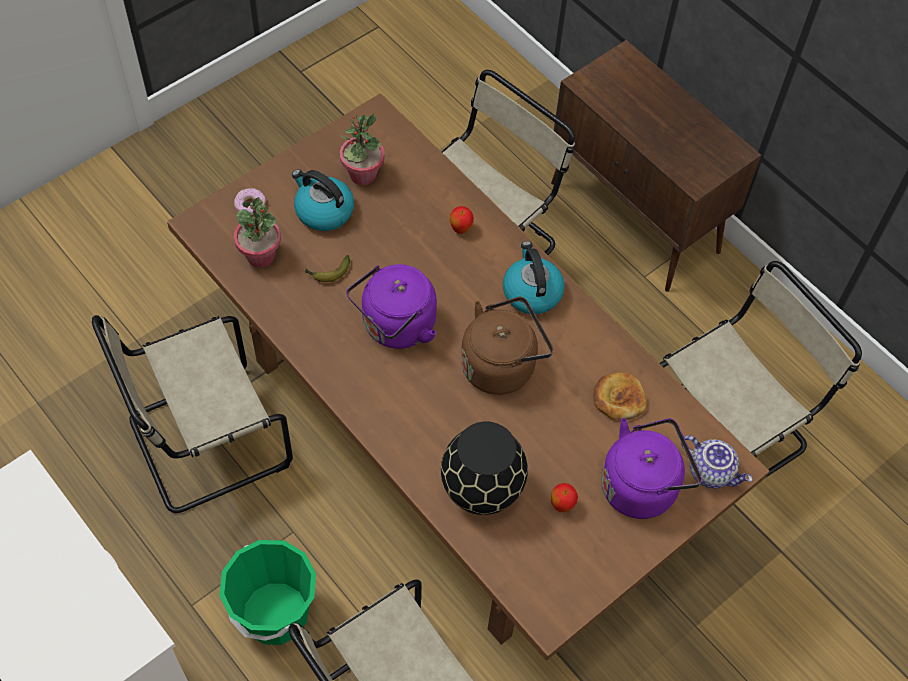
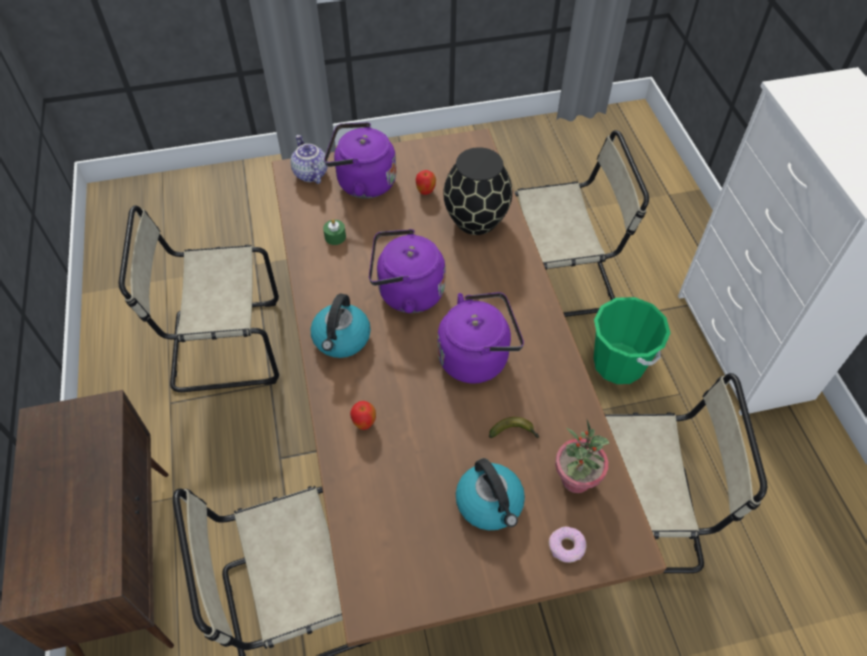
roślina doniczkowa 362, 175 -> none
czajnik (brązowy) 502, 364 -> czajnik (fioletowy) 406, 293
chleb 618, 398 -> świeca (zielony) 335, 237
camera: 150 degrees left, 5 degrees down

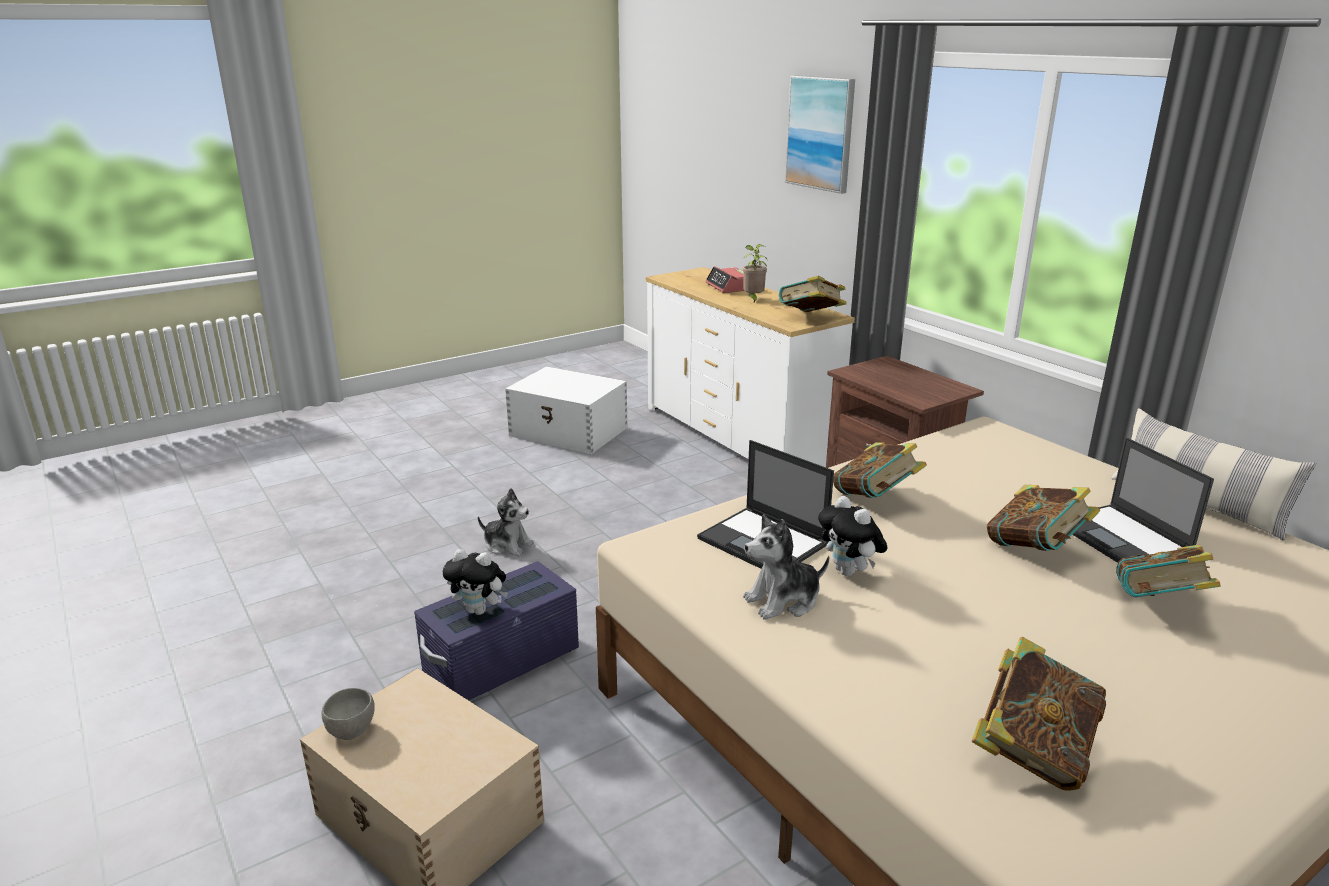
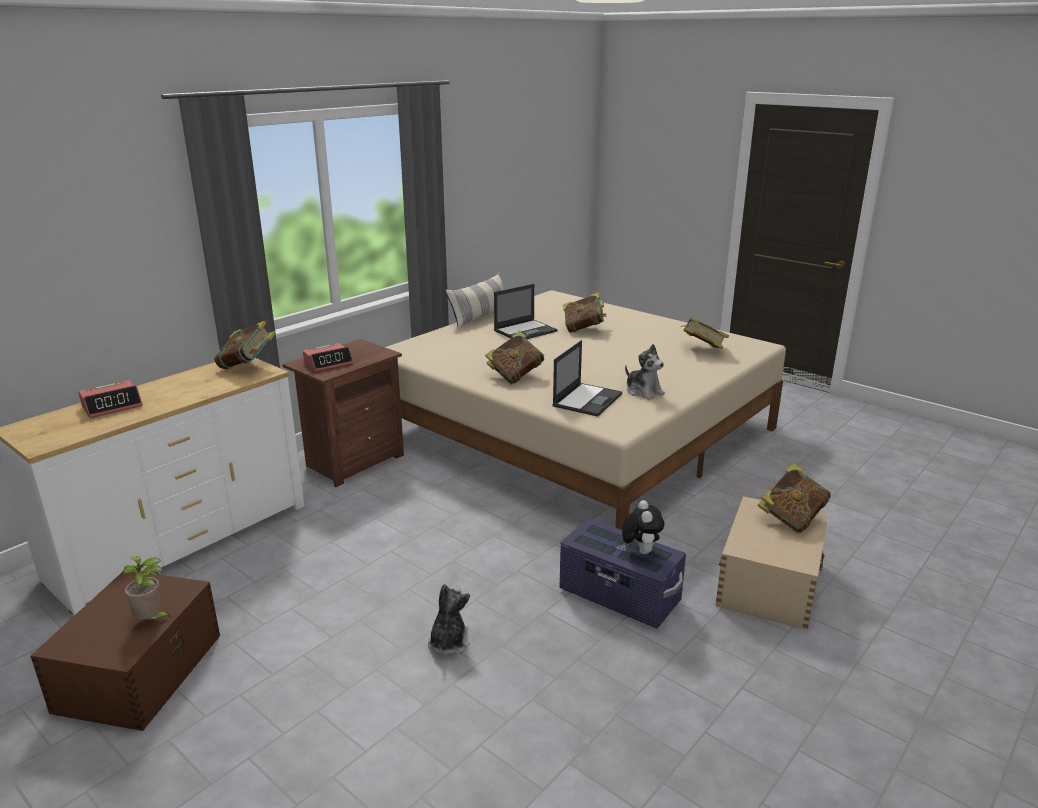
miska (szary) 350, 730 -> none
pojemnik do przechowywania (biały) 569, 432 -> pojemnik do przechowywania (brązowy) 141, 671
roślina doniczkowa 753, 299 -> roślina doniczkowa 152, 620, relocated
obraz 820, 133 -> none
pluszak 849, 572 -> none
książka 1035, 549 -> książka 791, 518, relocated
none -> budzik 328, 363
camera: 105 degrees left, 0 degrees up

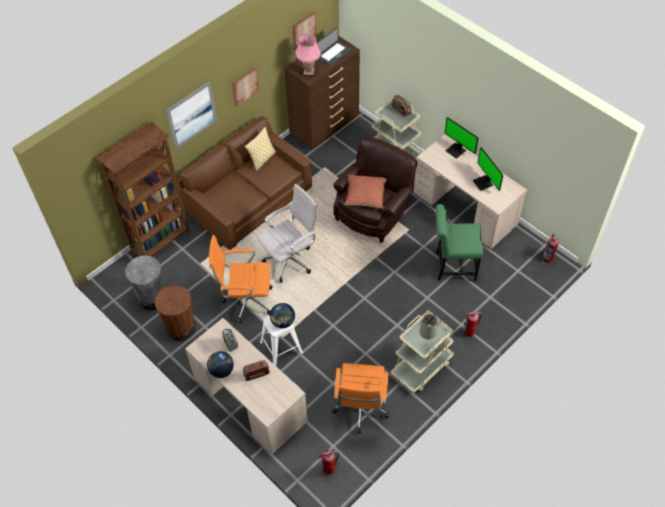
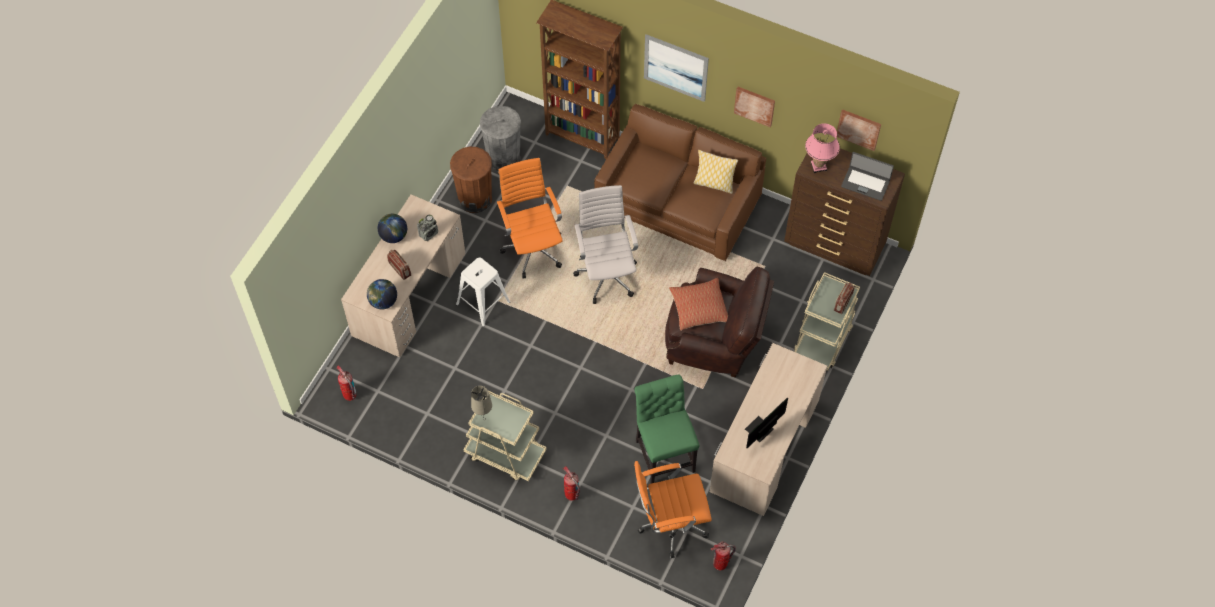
krzesło biurowe (biały) 291, 260 -> krzesło biurowe (biały) 606, 274, 135 degrees counterclockwise
globus 283, 322 -> globus 383, 302, relocated
krzesło biurowe (pomarańczowy) 360, 409 -> krzesło biurowe (pomarańczowy) 669, 525, relocated
monitor 456, 150 -> none
camera: 70 degrees right, 5 degrees up

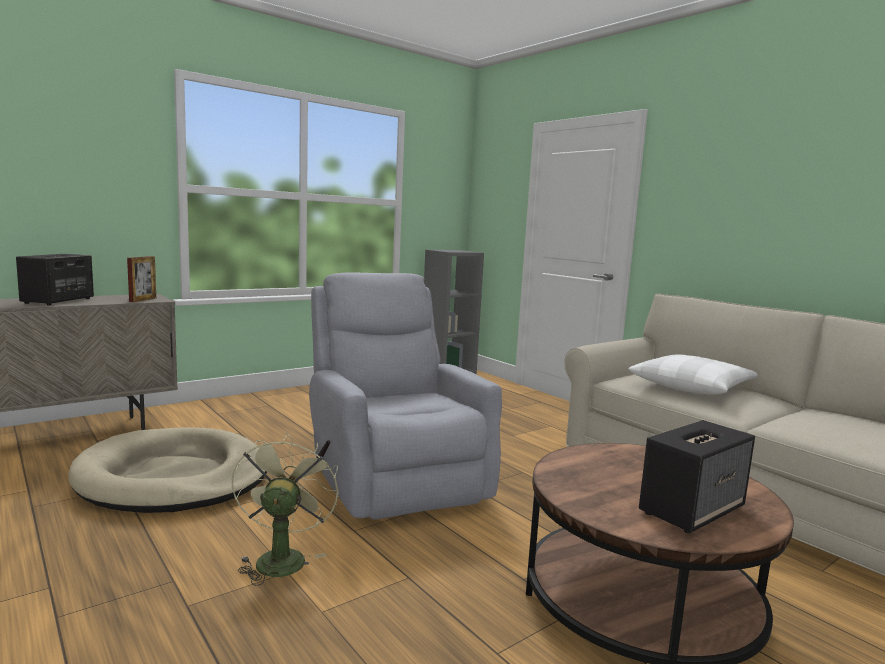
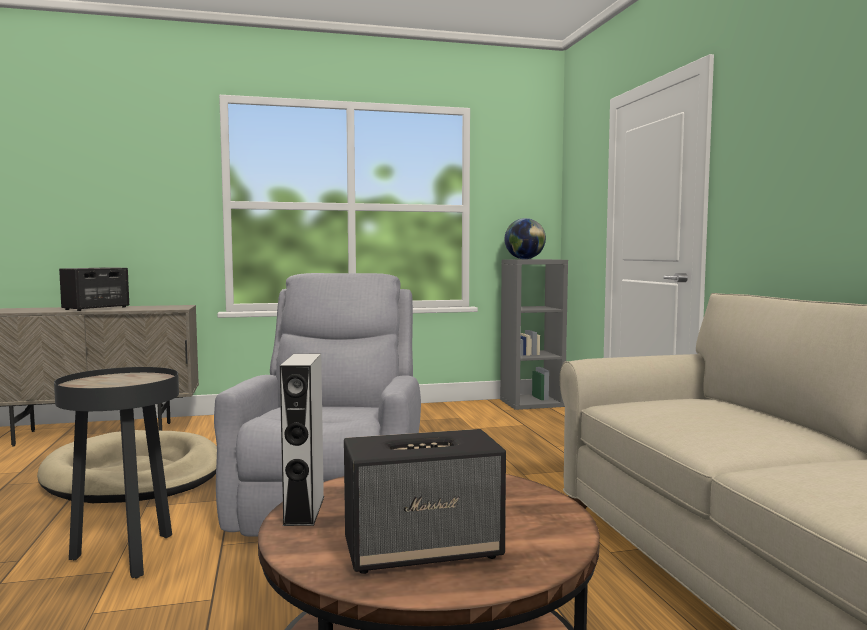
ramka na zdjęcie 143, 300 -> none
wentylator (zielony) 281, 557 -> stolik (czarny) 126, 557
poduszka (biały) 692, 386 -> none
none -> głośnik (szary) 304, 510
none -> globus 524, 259
camera: 25 degrees right, 5 degrees down

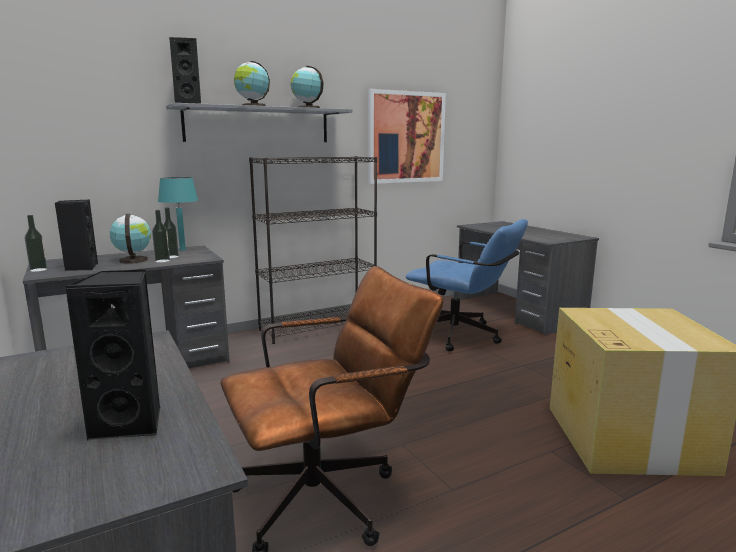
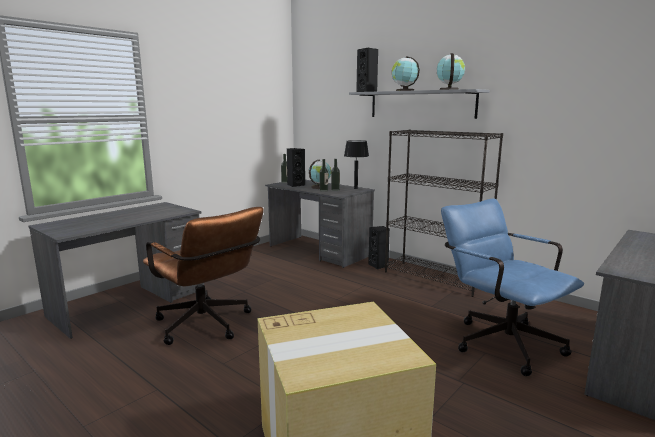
głośnik (czarny) 131, 423 -> głośnik (czarny) 379, 266, relocated
lampa stołowa (turkusowy) 182, 250 -> lampa stołowa (czarny) 355, 188
obraz 406, 137 -> none
krzesło biurowe (niebieski) 462, 337 -> krzesło biurowe (niebieski) 499, 340, 135 degrees clockwise
camera: 70 degrees right, 0 degrees up

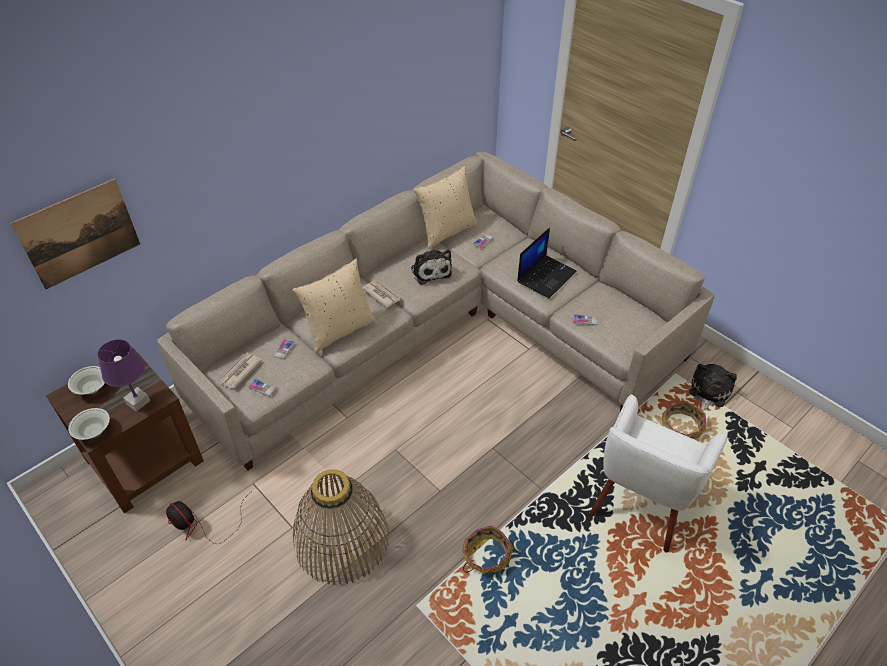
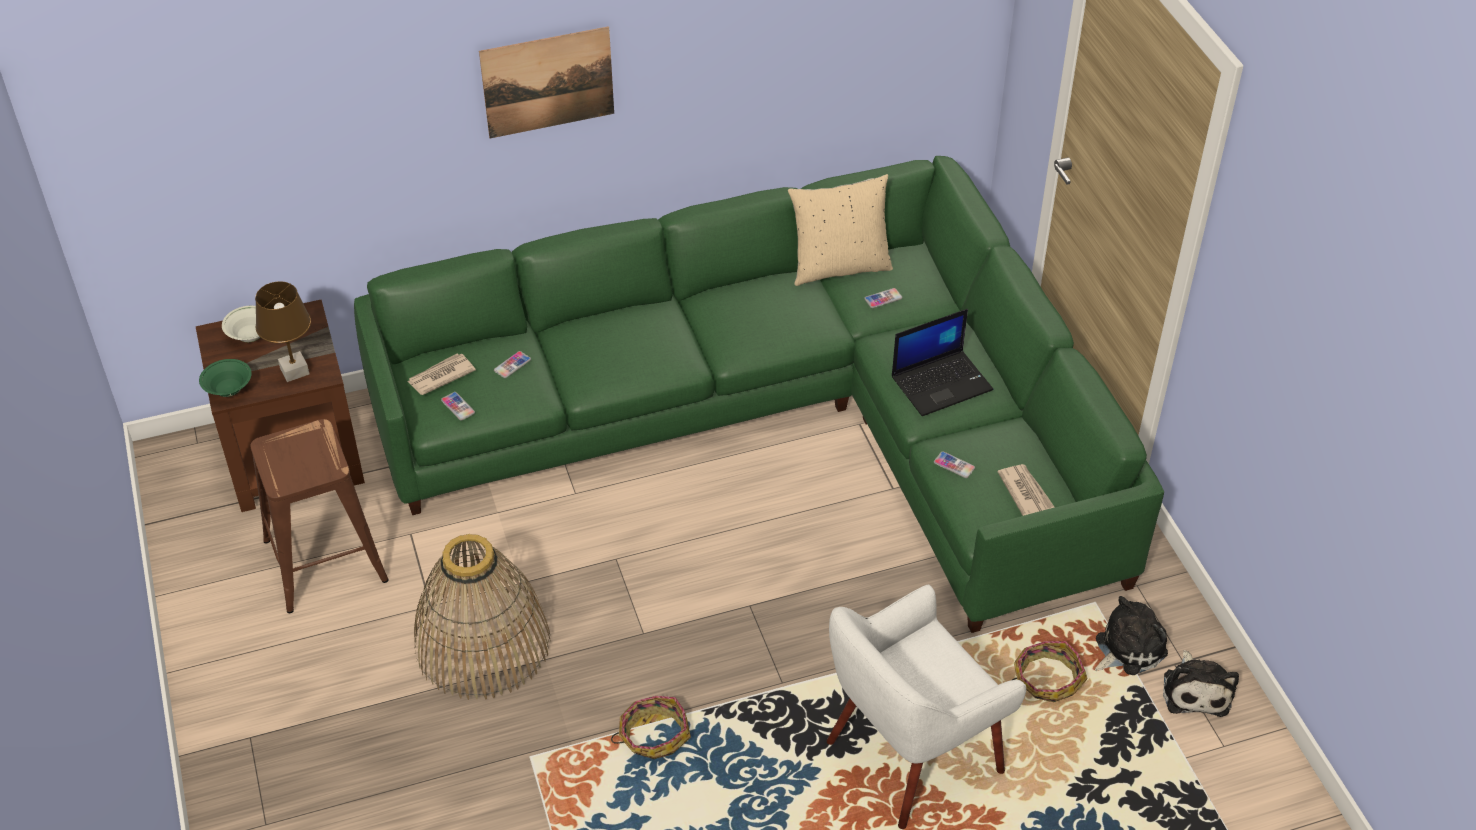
obraz 79, 233 -> obraz 548, 82, relocated
miska (biały) 94, 432 -> miska (zielony) 229, 390
lampa stołowa (fioletowy) 138, 402 -> lampa stołowa (brązowy) 294, 372
kanapa (beżowy) 445, 331 -> kanapa (zielony) 784, 421
wentylator 201, 525 -> stołek (brązowy) 324, 560
poduszka (beżowy) 339, 330 -> none
gazeta 381, 294 -> gazeta 1025, 492, relocated
pluszak 430, 270 -> pluszak 1196, 690, relocated
camera: 25 degrees right, 0 degrees up

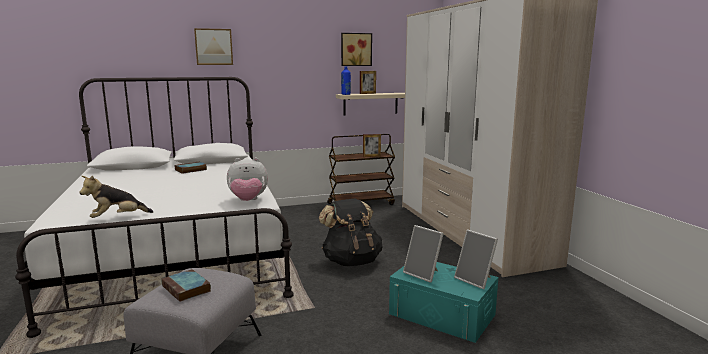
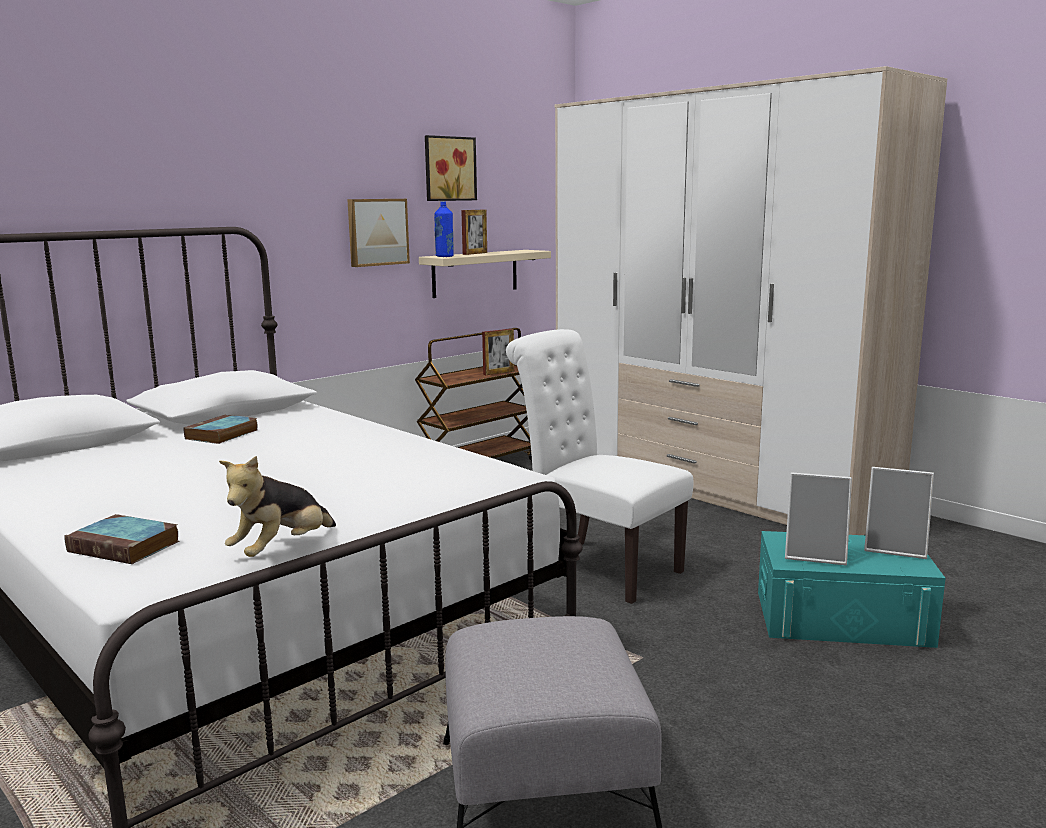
książka 187, 289 -> książka 126, 546, relocated
obraz 213, 47 -> obraz 377, 232, relocated
pluszak 248, 201 -> none
plecak (czarny) 351, 261 -> krzesło (biały) 596, 567
camera: 25 degrees left, 0 degrees up

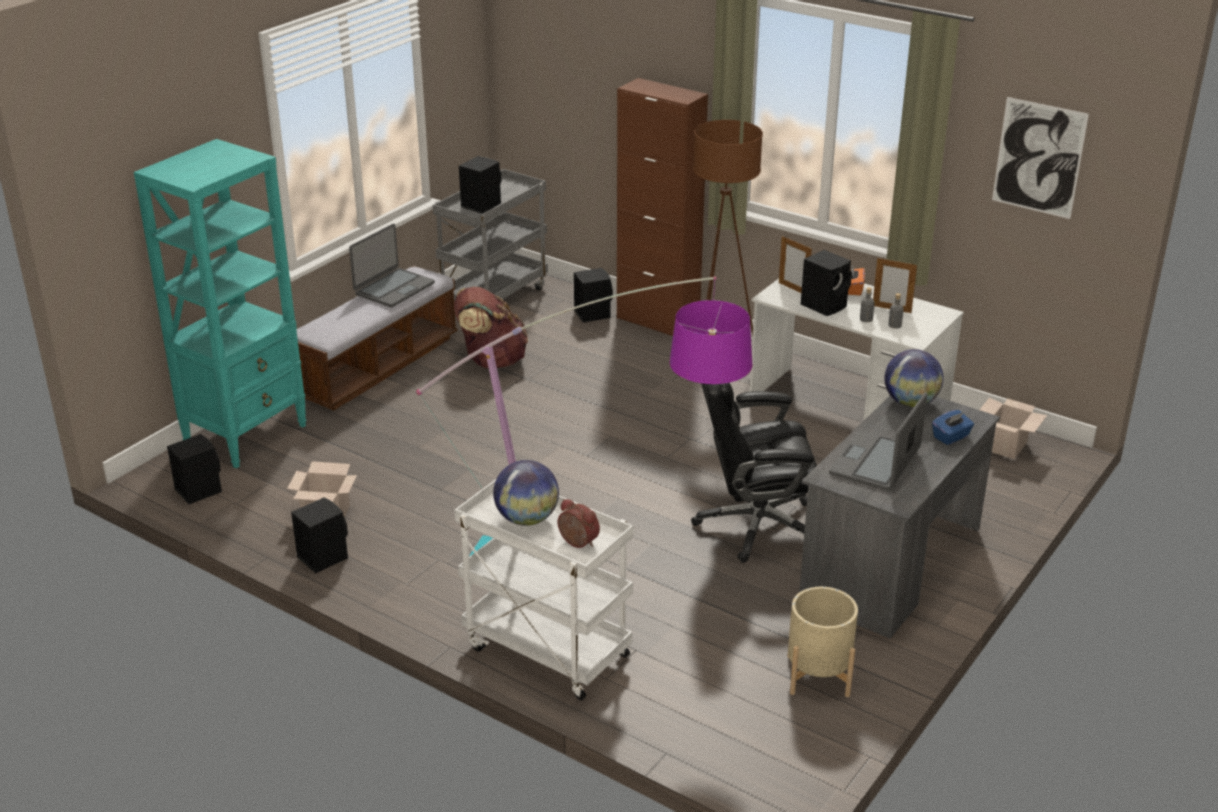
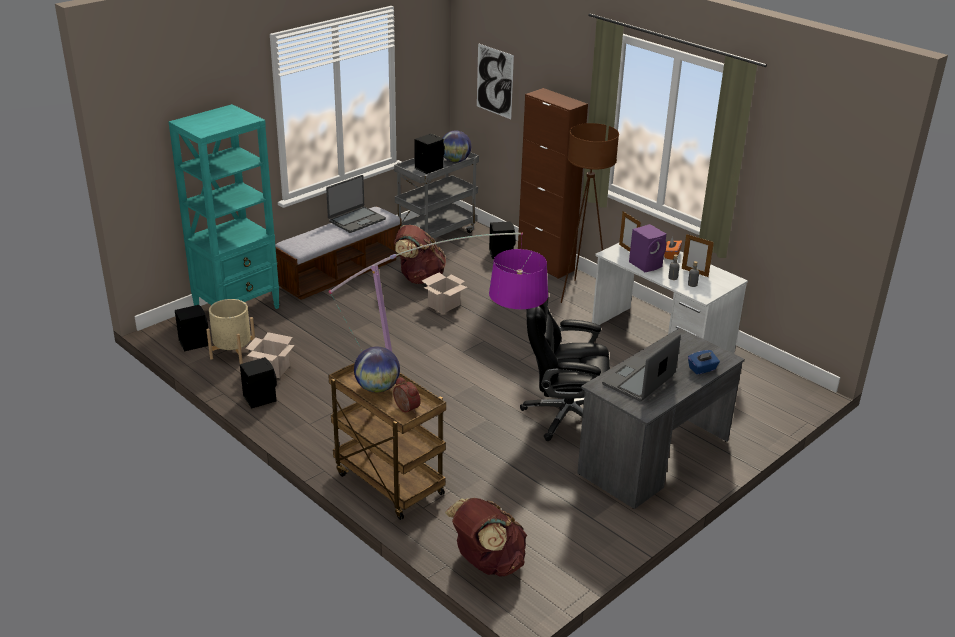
wózek (biały) 544, 651 -> wózek (brązowy) 387, 483
donica (beżowy) 818, 675 -> donica (beżowy) 233, 352, relocated
głośnik (czarny) 825, 305 -> głośnik (fioletowy) 646, 264
globus 910, 402 -> globus 455, 161, relocated
karton 1006, 447 -> karton 444, 306, relocated
obraz 1038, 158 -> obraz 494, 81, relocated
none -> plecak (brązowy) 487, 563
camera: 10 degrees right, 0 degrees up

